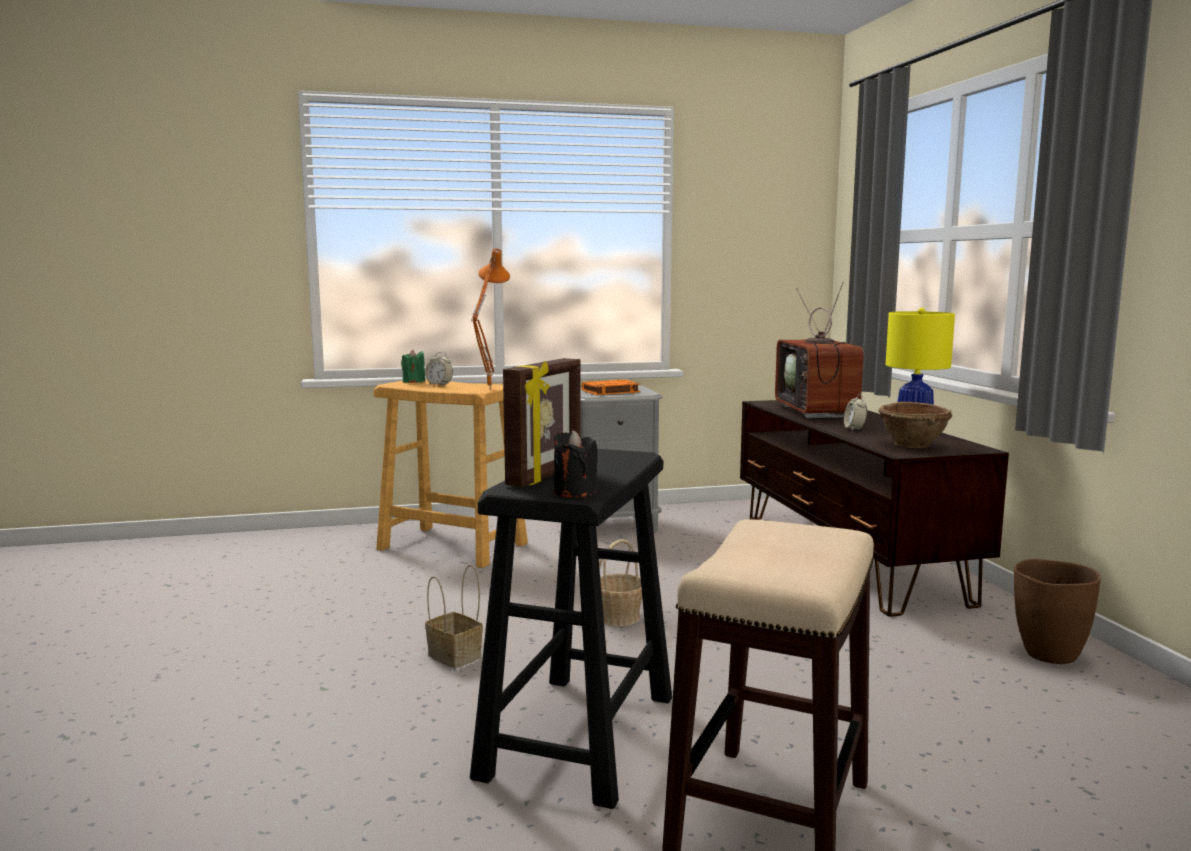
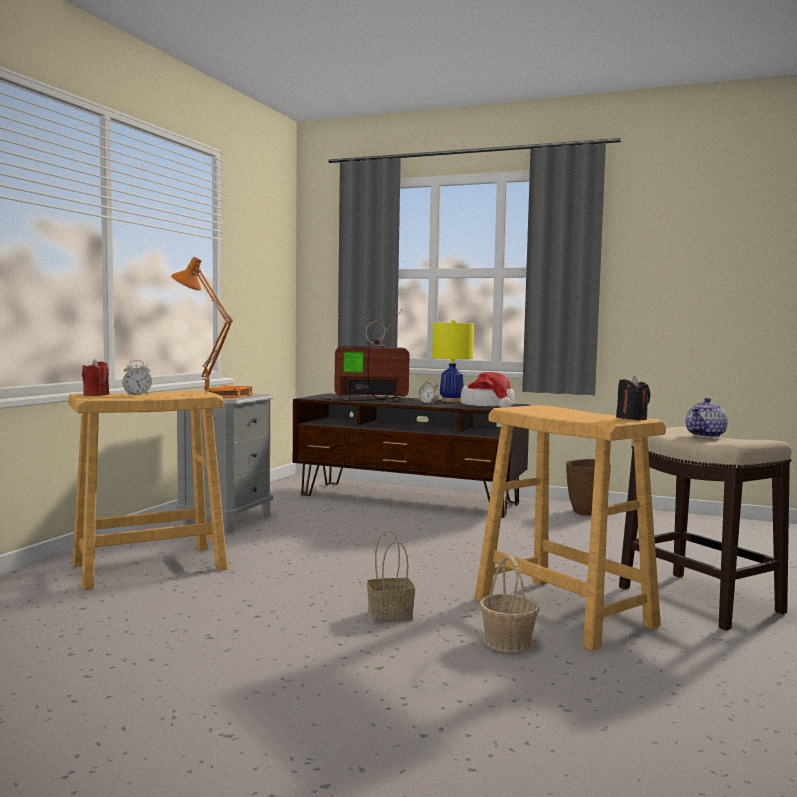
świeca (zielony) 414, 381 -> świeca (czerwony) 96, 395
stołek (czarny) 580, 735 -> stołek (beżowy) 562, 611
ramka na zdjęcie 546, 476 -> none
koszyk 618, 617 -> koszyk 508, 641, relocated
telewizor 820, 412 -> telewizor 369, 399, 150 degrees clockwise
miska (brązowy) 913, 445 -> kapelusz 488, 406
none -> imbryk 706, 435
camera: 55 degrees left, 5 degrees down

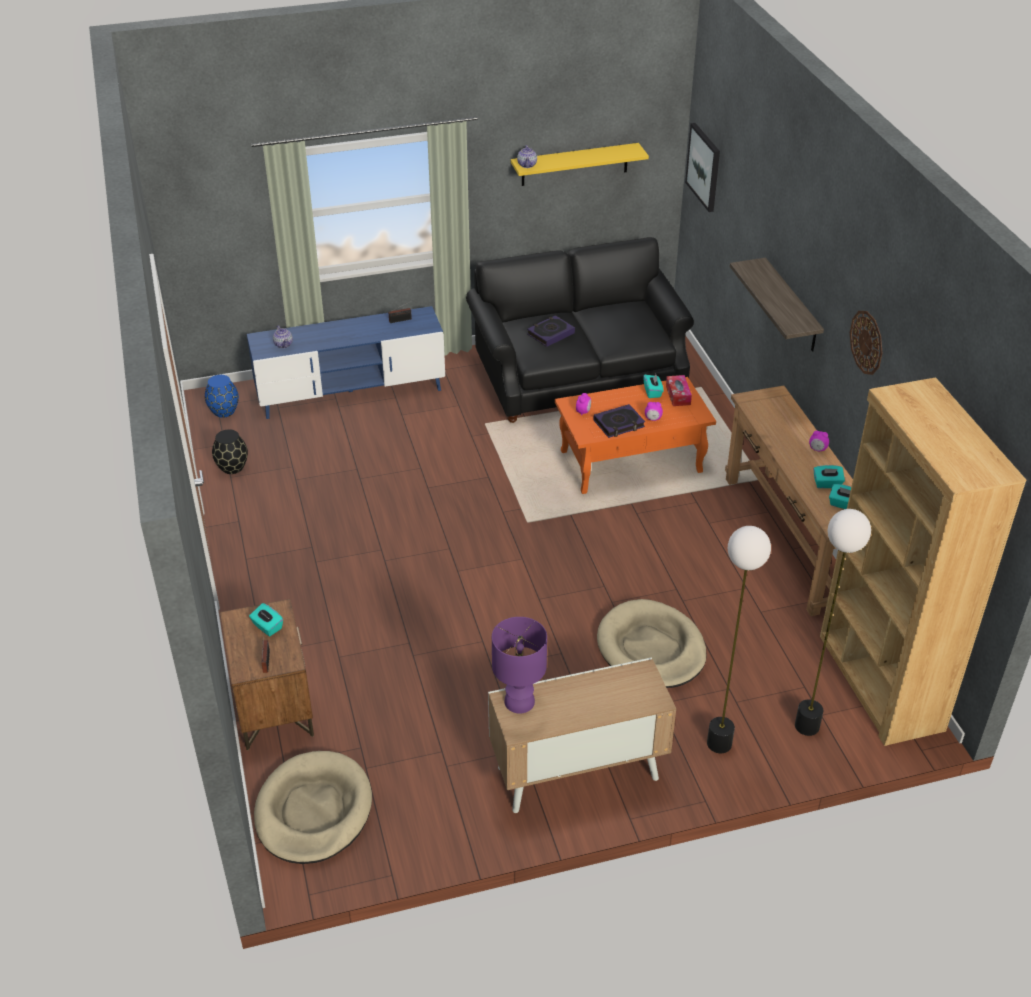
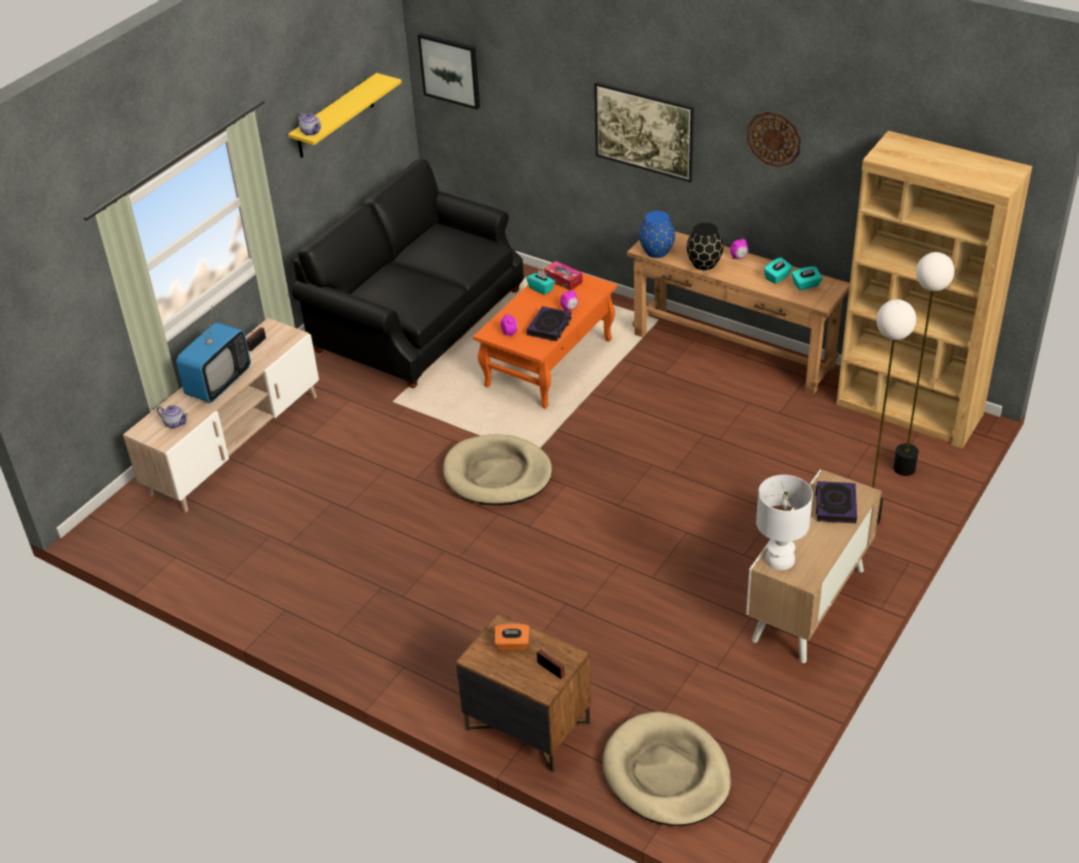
wazon (niebieski) 224, 411 -> wazon (niebieski) 656, 251, relocated
wazon (czarny) 232, 467 -> wazon (czarny) 704, 263, relocated
szafka pod telewizor (niebieski) 351, 392 -> szafka pod telewizor (beżowy) 235, 444
pudełko chusteczek (turkusowy) 267, 627 -> pudełko chusteczek (pomarańczowy) 512, 645
lampa stołowa (fioletowy) 518, 701 -> lampa stołowa (biały) 779, 560
książka 550, 334 -> książka 835, 505, relocated
legowisko (beżowy) 651, 648 -> legowisko (beżowy) 497, 474, relocated
półka 791, 306 -> obraz 644, 149
none -> telewizor 218, 383
camera: 40 degrees left, 0 degrees up

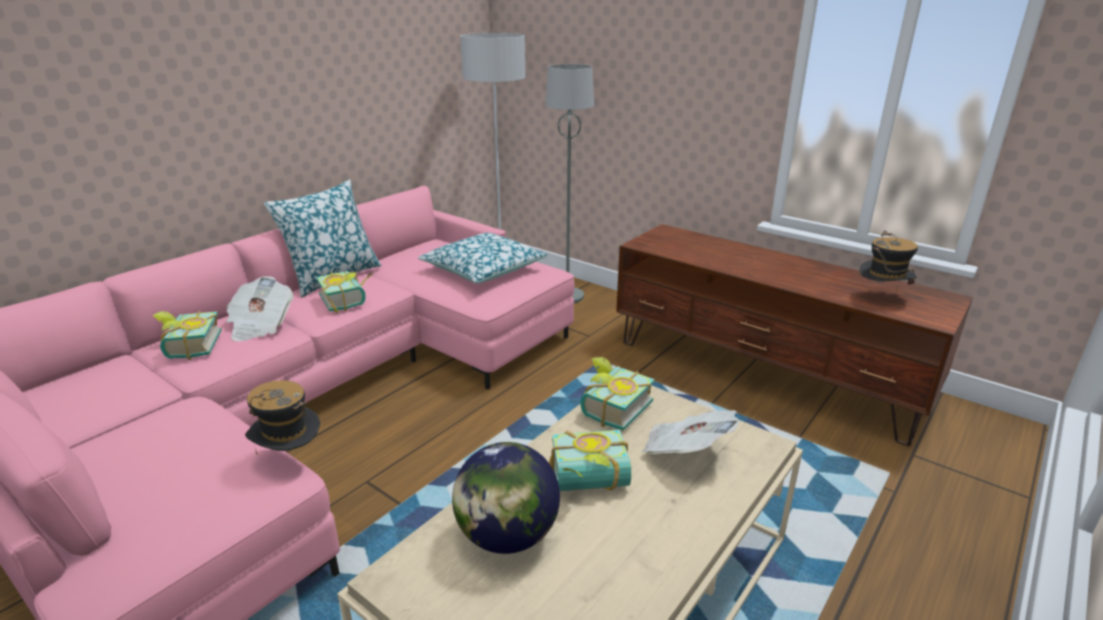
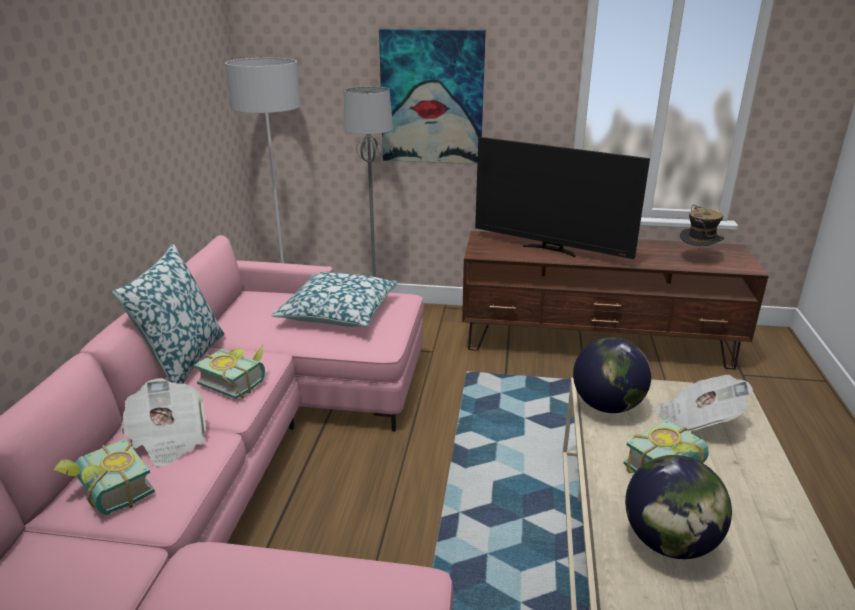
kapelusz 290, 458 -> none
książka 610, 408 -> globus 607, 405
none -> obraz 432, 97
none -> telewizor 551, 250
camera: 30 degrees left, 0 degrees up

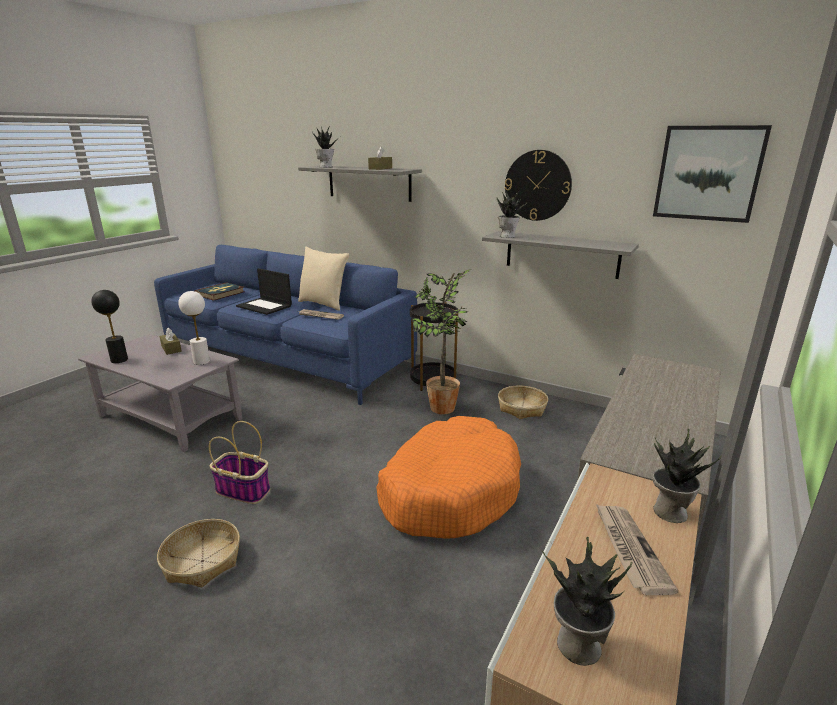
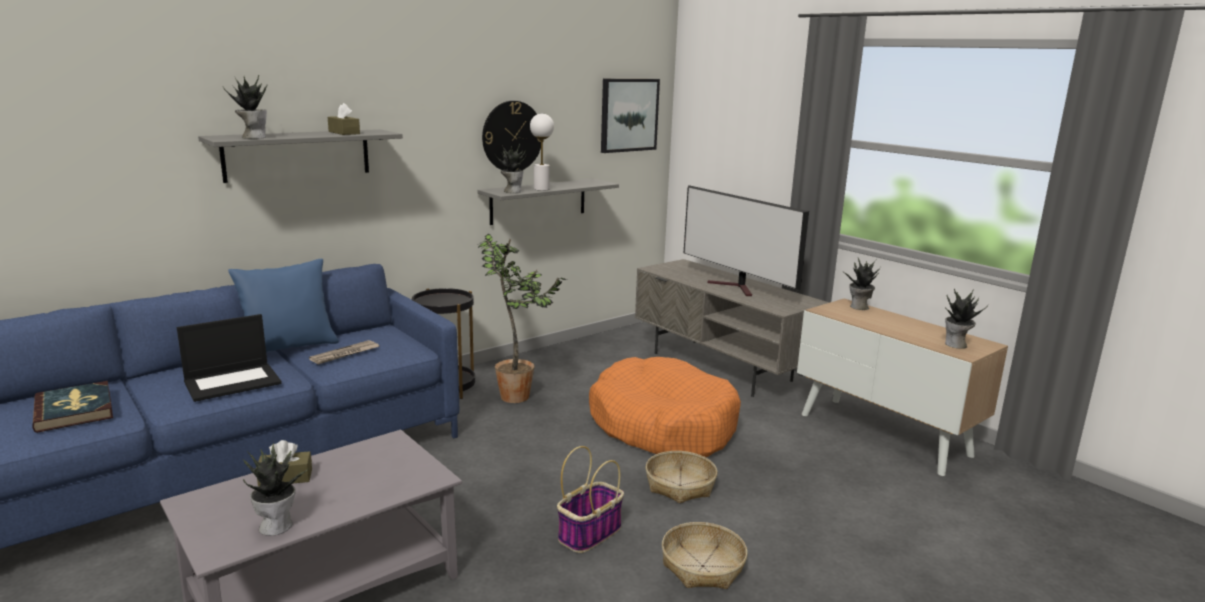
lampa stołowa (czarny) 119, 360 -> roślina doniczkowa 277, 525
lampa stołowa (biały) 201, 362 -> lampa stołowa (biały) 541, 189, relocated
poduszka (beżowy) 324, 304 -> poduszka (niebieski) 289, 347
koszyk 522, 408 -> koszyk 680, 485, relocated
gazeta 629, 549 -> none
none -> telewizor 737, 288
camera: 70 degrees left, 5 degrees down

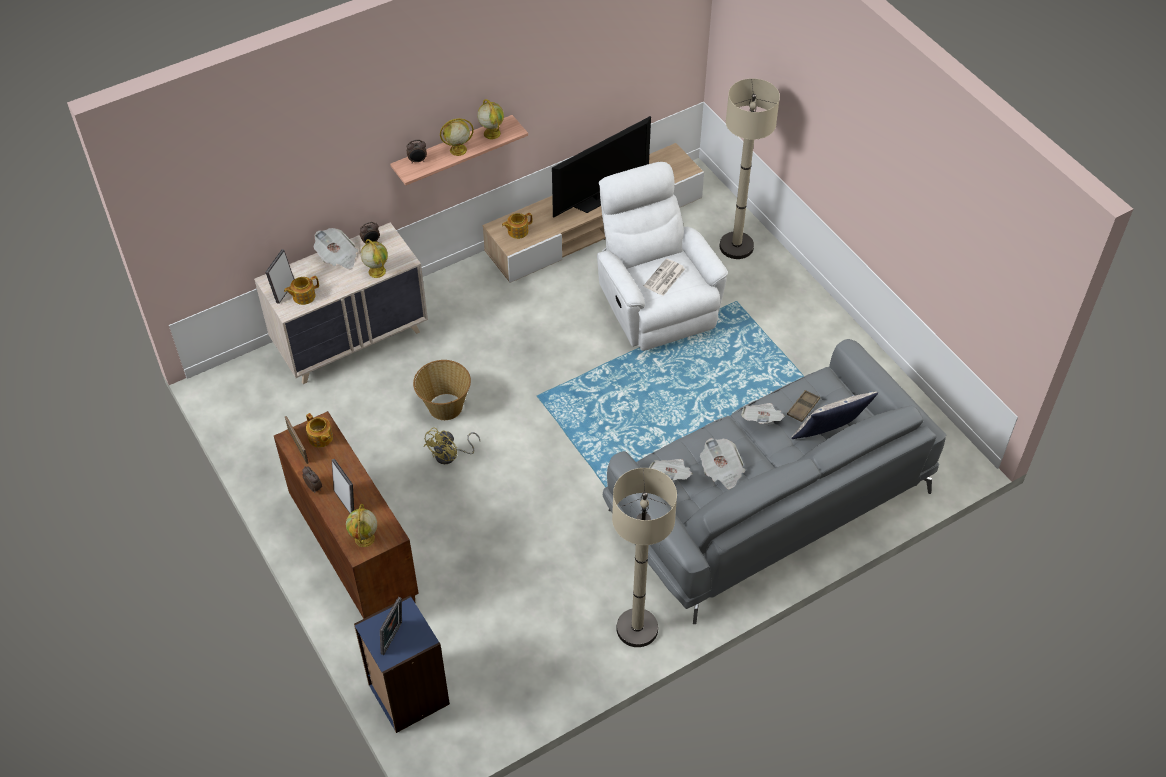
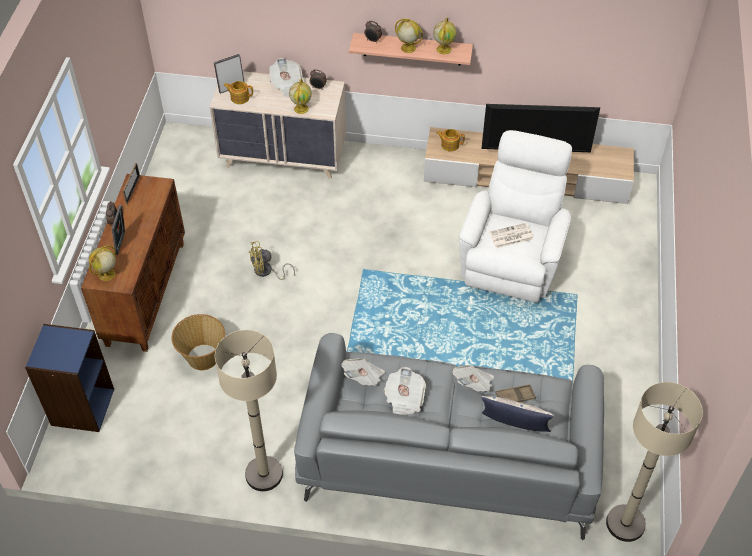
imbryk 320, 438 -> none
ramka na zdjęcie 393, 639 -> none
koszyk 444, 406 -> koszyk 203, 356, relocated
lampa stojąca (beżowy) 736, 246 -> lampa stojąca (beżowy) 625, 523, relocated
camera: 40 degrees right, 0 degrees up

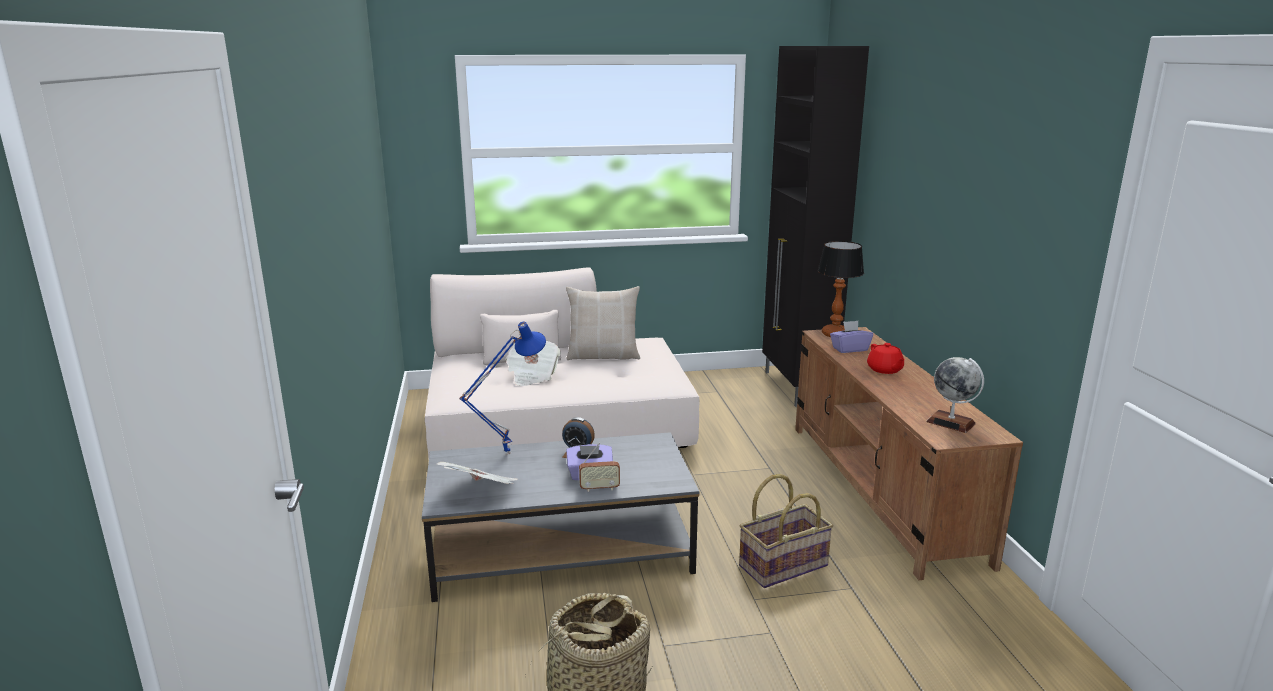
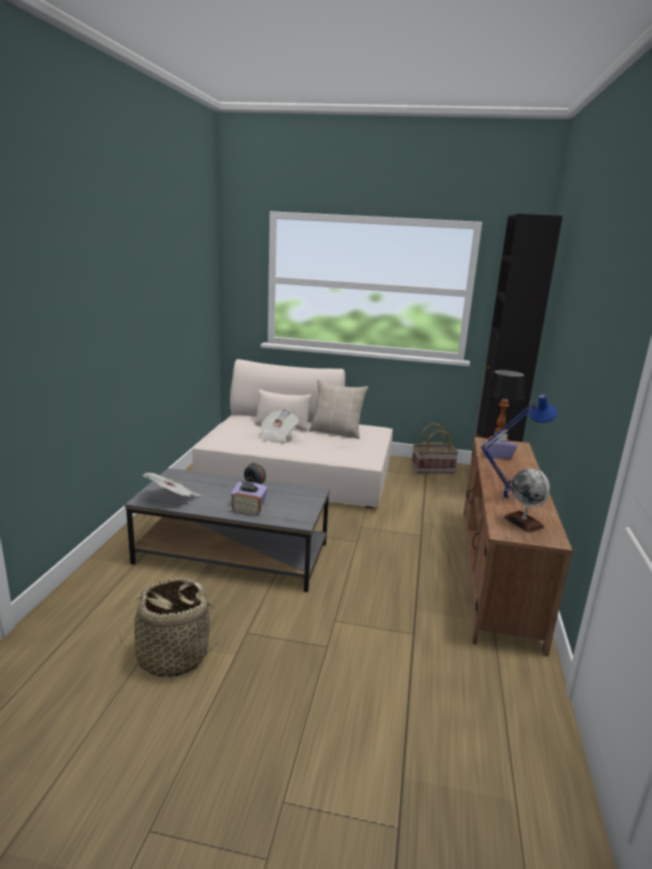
lampa stołowa (niebieski) 506, 453 -> lampa stołowa (niebieski) 504, 499, relocated
koszyk 783, 565 -> koszyk 432, 469, relocated
imbryk (czerwony) 885, 370 -> none
camera: 20 degrees right, 0 degrees up

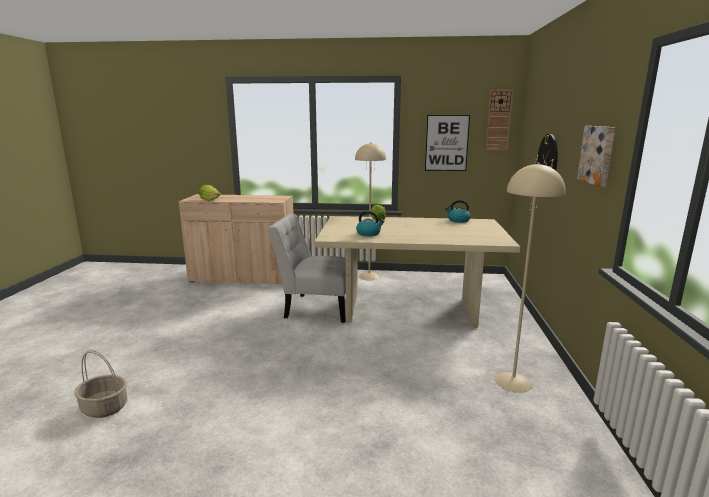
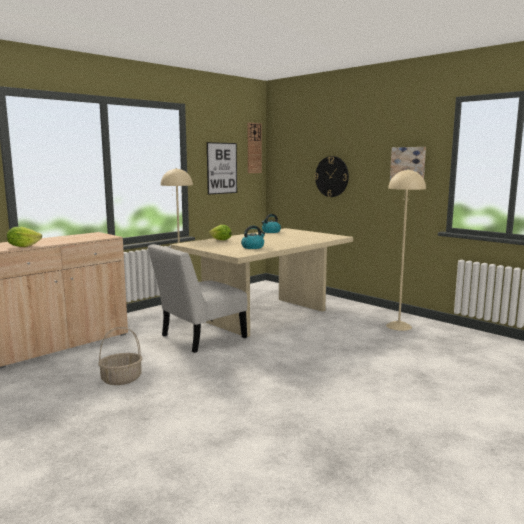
koszyk 105, 407 -> koszyk 122, 379, relocated
camera: 50 degrees left, 5 degrees down

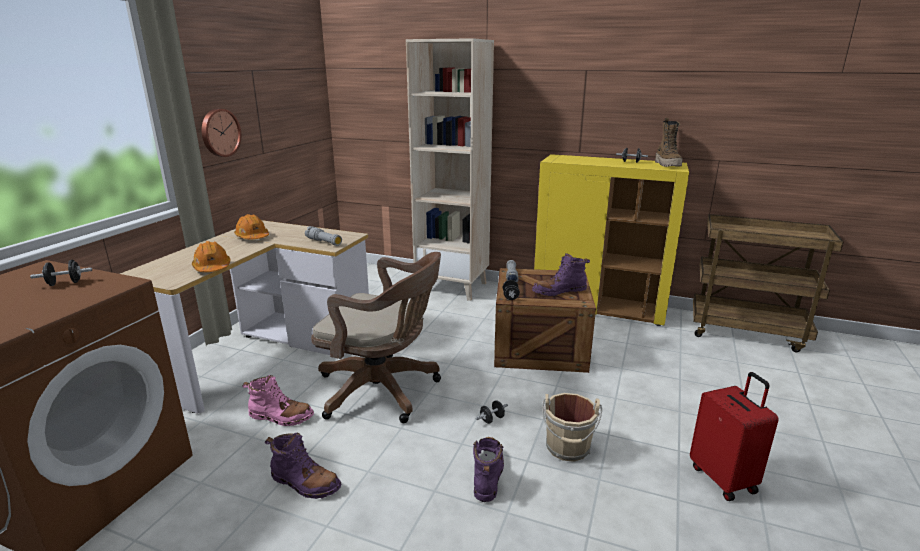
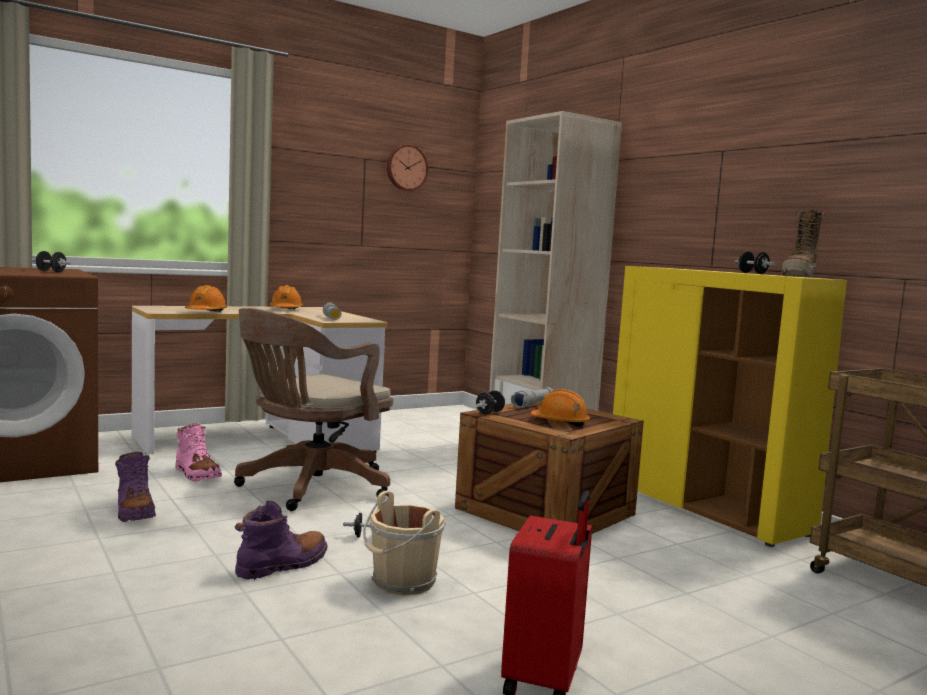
zegar ścienny 219, 132 -> zegar ścienny 406, 168, relocated
krzesło biurowe (brązowy) 383, 391 -> krzesło biurowe (brązowy) 310, 488, 75 degrees clockwise
but z cholewką (fioletowy) 559, 291 -> kask (pomarańczowy) 560, 422
camera: 35 degrees right, 15 degrees down

